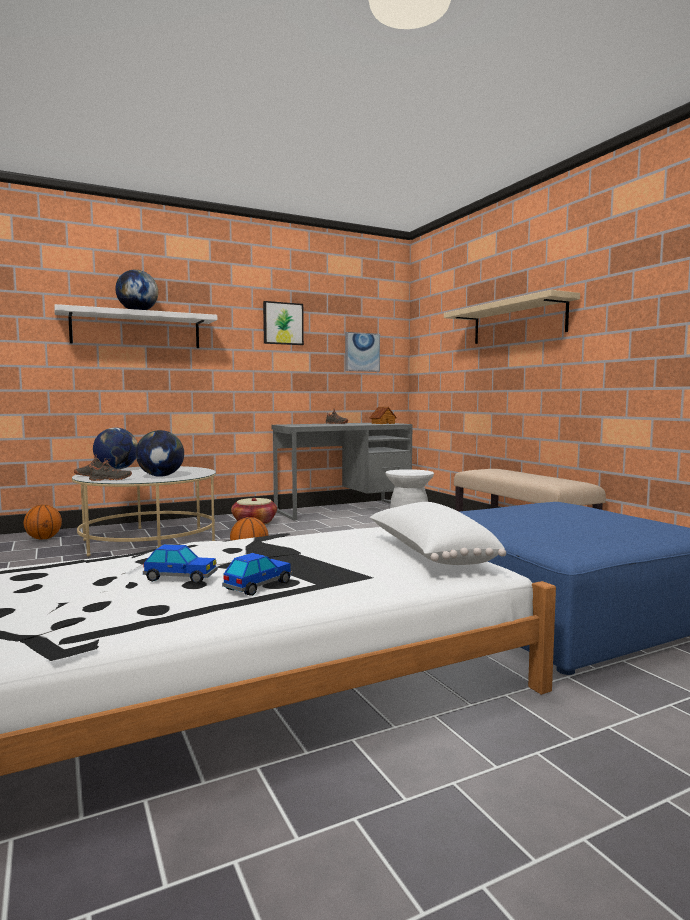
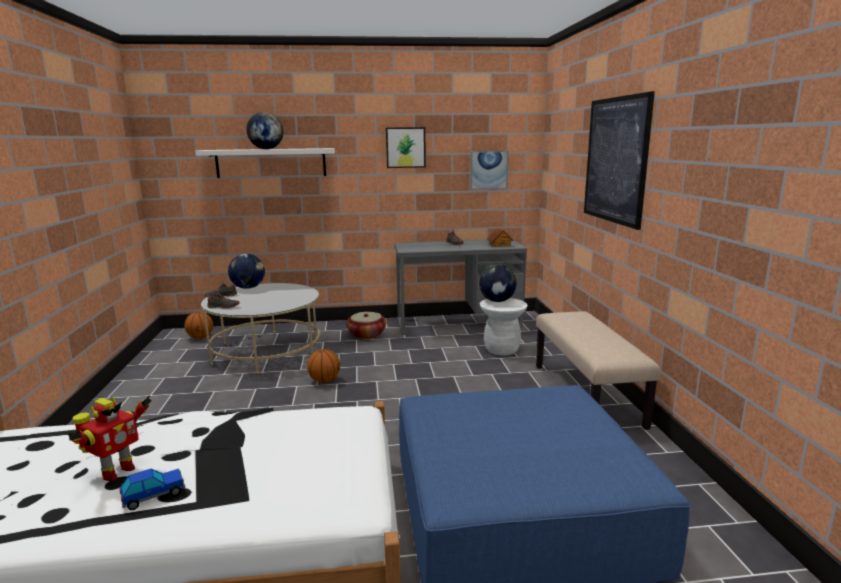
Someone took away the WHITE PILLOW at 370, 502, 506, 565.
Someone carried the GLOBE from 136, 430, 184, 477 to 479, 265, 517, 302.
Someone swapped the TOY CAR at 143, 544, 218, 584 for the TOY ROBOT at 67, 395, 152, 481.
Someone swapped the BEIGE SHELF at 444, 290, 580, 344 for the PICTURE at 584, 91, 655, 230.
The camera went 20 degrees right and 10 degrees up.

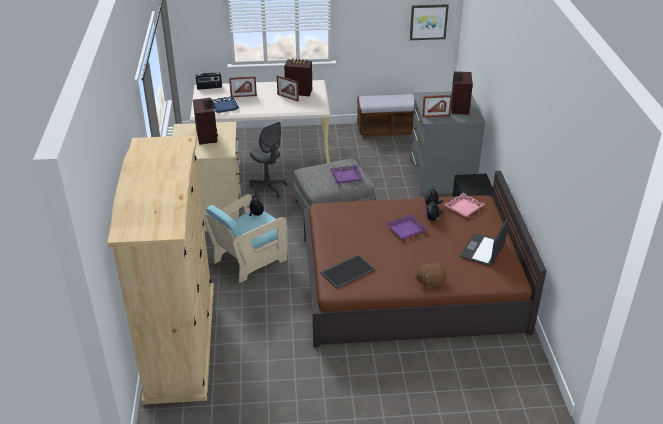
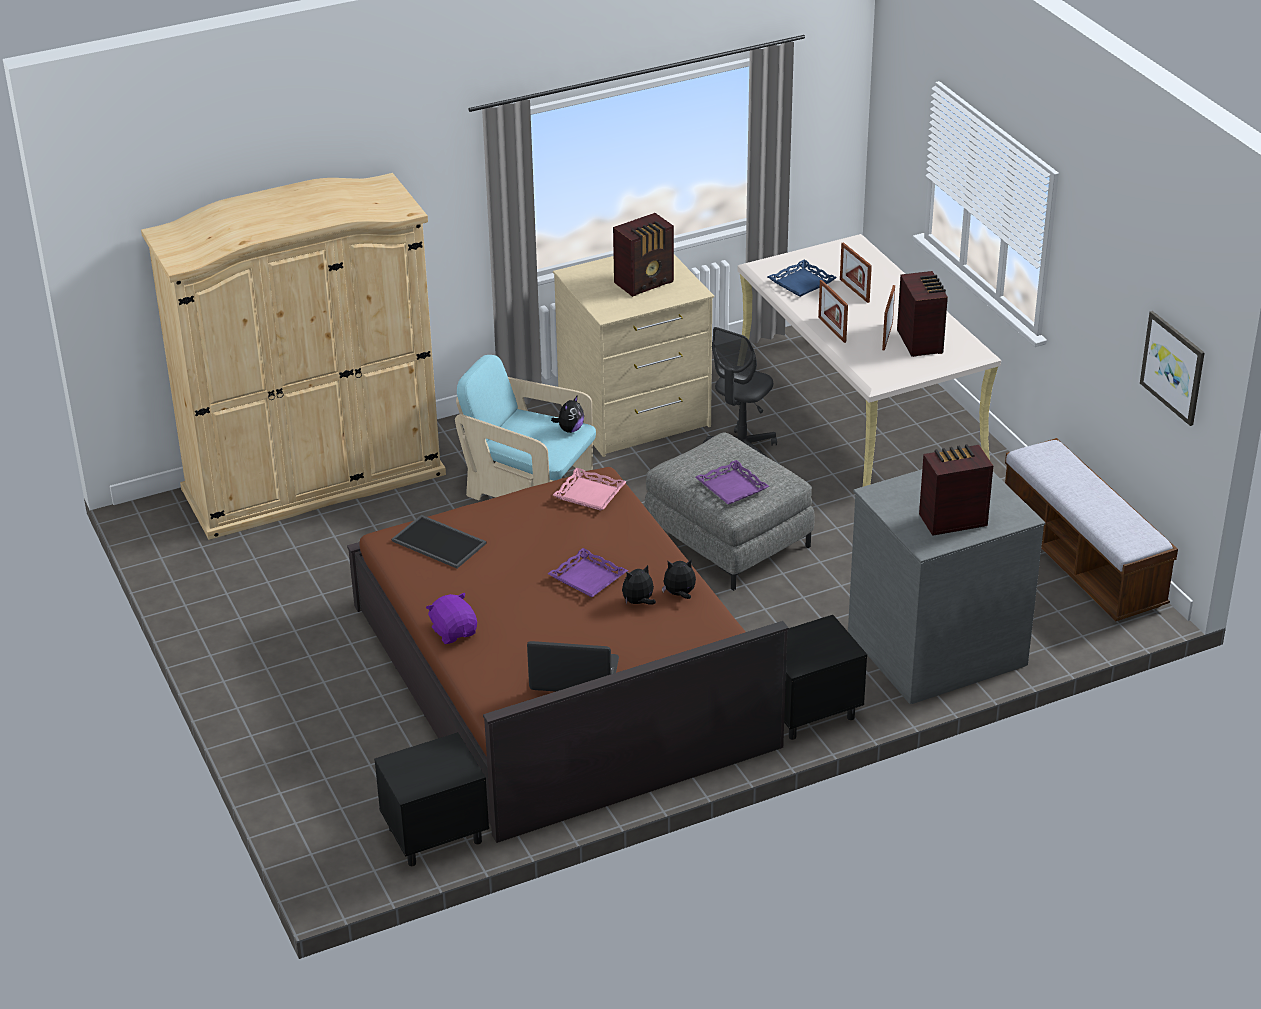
Someone took away the RADIO at 196, 72, 222, 90.
Someone put down the BLACK NIGHTSTAND at 374, 732, 489, 866.
Someone carried the PICTURE FRAME from 422, 95, 452, 117 to 818, 280, 848, 343.
Someone carried the PINK TRAY from 444, 193, 485, 217 to 553, 468, 627, 511.
Someone repainted the BROWN PLUSH TOY at 415, 262, 447, 289, which became the PURPLE PLUSH TOY at 426, 593, 477, 644.
The camera went 70 degrees right and 0 degrees up.

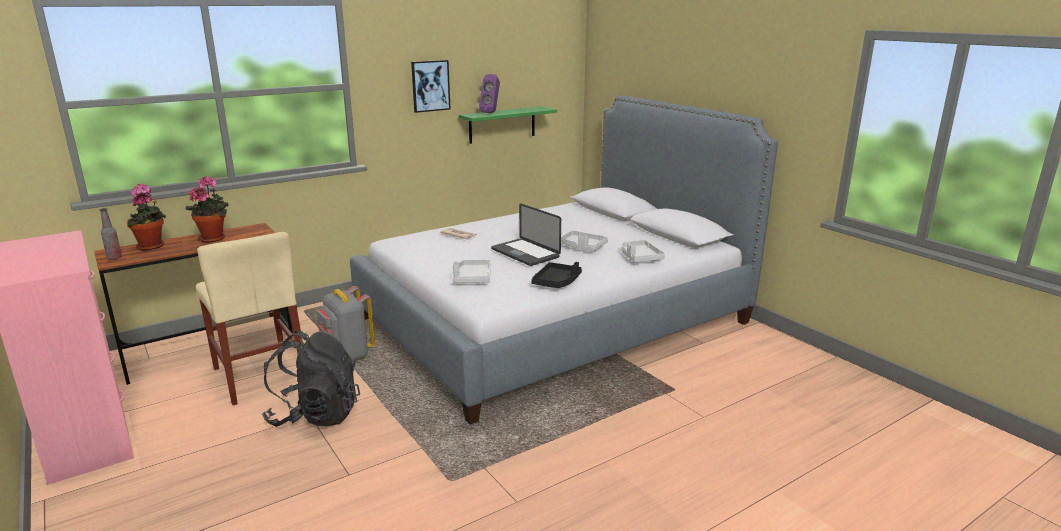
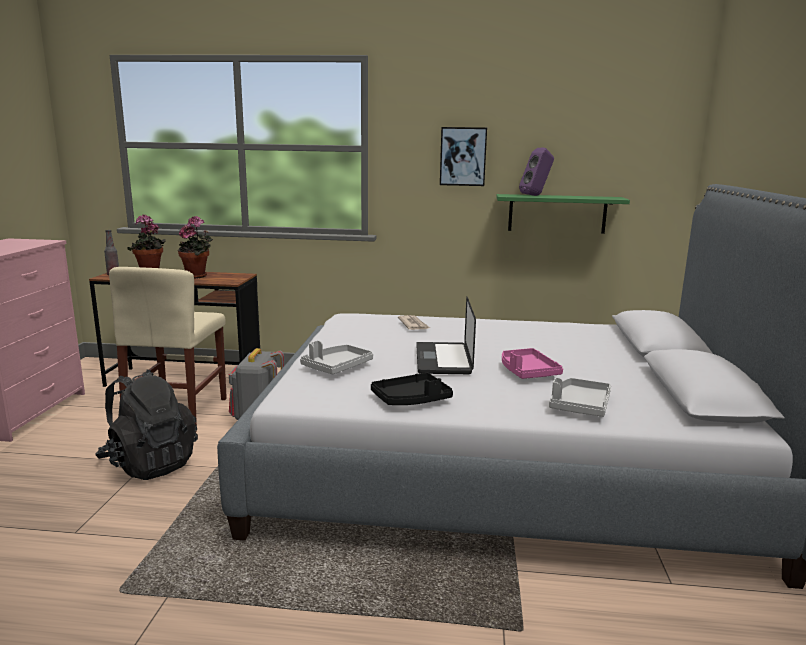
Someone repainted the GREY TRAY at 561, 230, 608, 251, which became the PINK TRAY at 502, 348, 563, 379.
The camera went 40 degrees right and 5 degrees down.

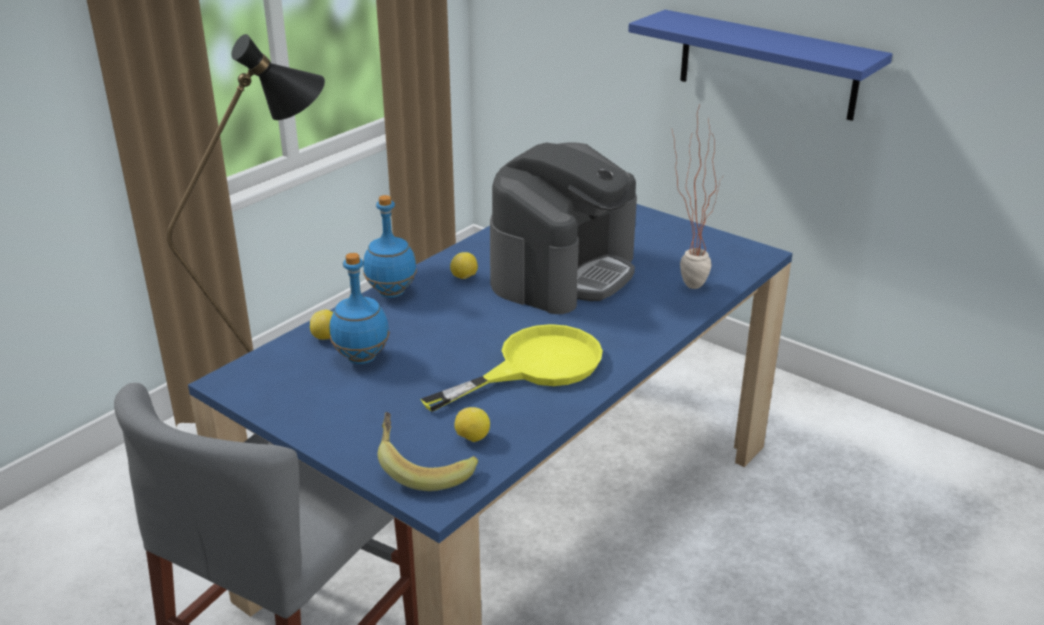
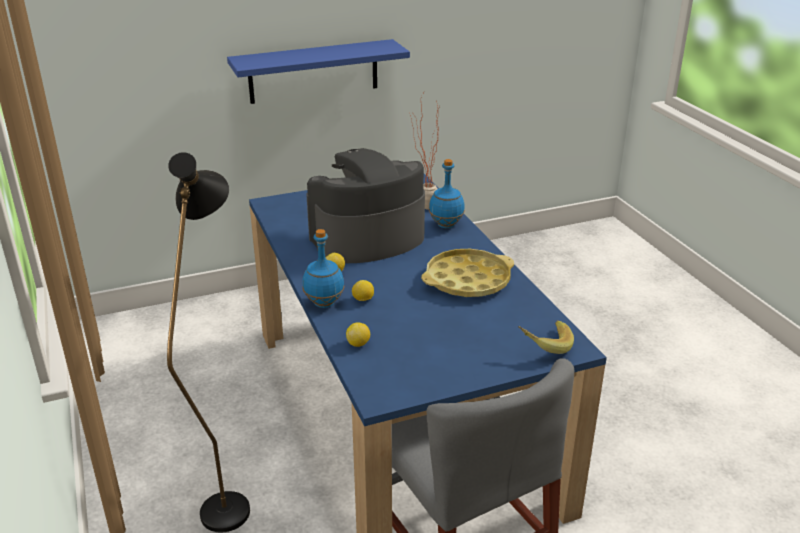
Someone carried the BLUE BOTTLE from 330, 253, 390, 364 to 429, 159, 465, 228.
Someone carried the LEMON from 454, 407, 490, 442 to 352, 280, 374, 301.
Someone swapped the YELLOW FRYING PAN at 421, 324, 603, 412 for the YELLOW TRAY at 421, 249, 514, 297.
Someone rotated the COFFEE MACHINE at 490, 142, 637, 314 by 90 degrees counterclockwise.
The camera went 60 degrees left and 0 degrees up.

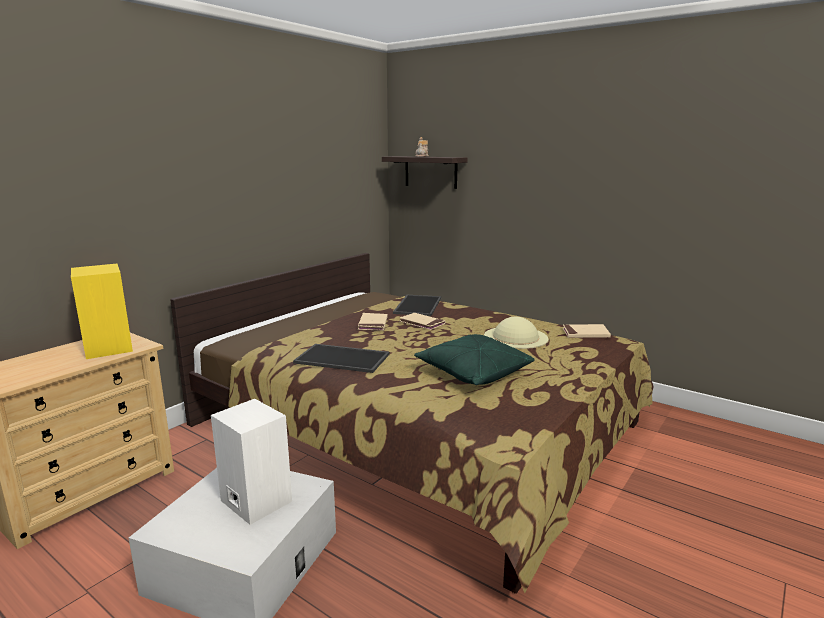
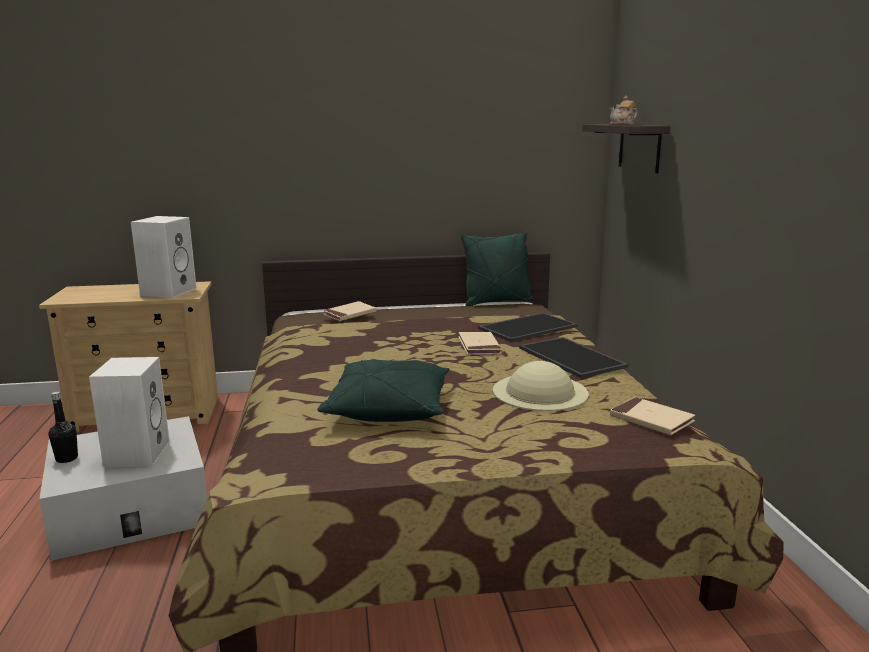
Someone put down the BLACK BOTTLE at 48, 392, 78, 463.
Someone put down the GREEN PILLOW at 461, 232, 533, 306.
Someone carried the TRAY from 293, 344, 390, 373 to 519, 337, 628, 378.
Someone carried the BEIGE BOOK from 358, 313, 388, 331 to 323, 301, 376, 321.
Someone repainted the YELLOW SPEAKER at 71, 264, 133, 359, which became the WHITE SPEAKER at 131, 216, 196, 298.
The camera went 45 degrees right and 0 degrees up.

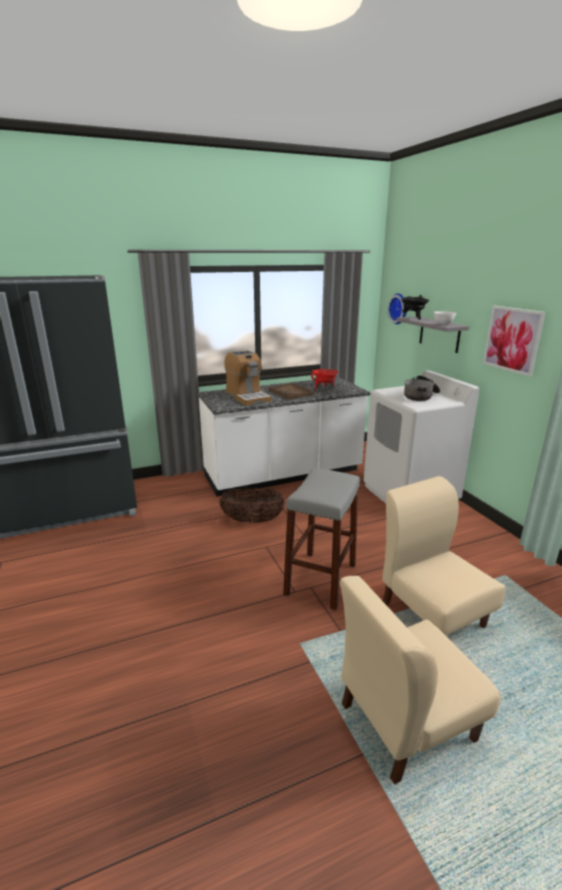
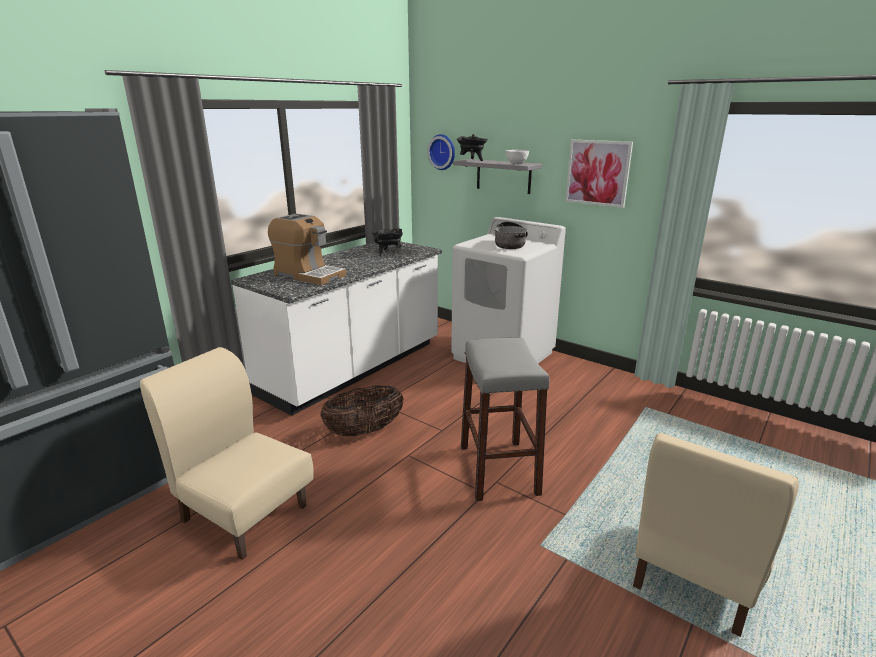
Someone took away the BROWN TRAY at 269, 383, 314, 400.
Someone carried the BEIGE CHAIR from 382, 476, 506, 635 to 140, 347, 314, 560.
Someone repainted the RED COOKING POT at 311, 369, 338, 390, which became the BLACK COOKING POT at 372, 229, 403, 256.
The camera went 30 degrees left and 0 degrees up.

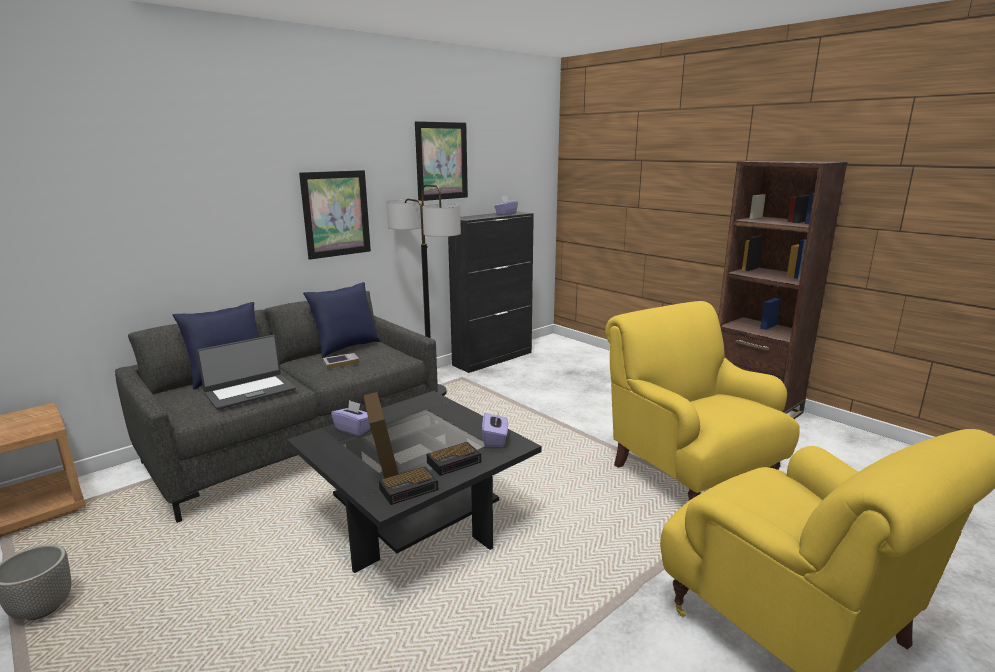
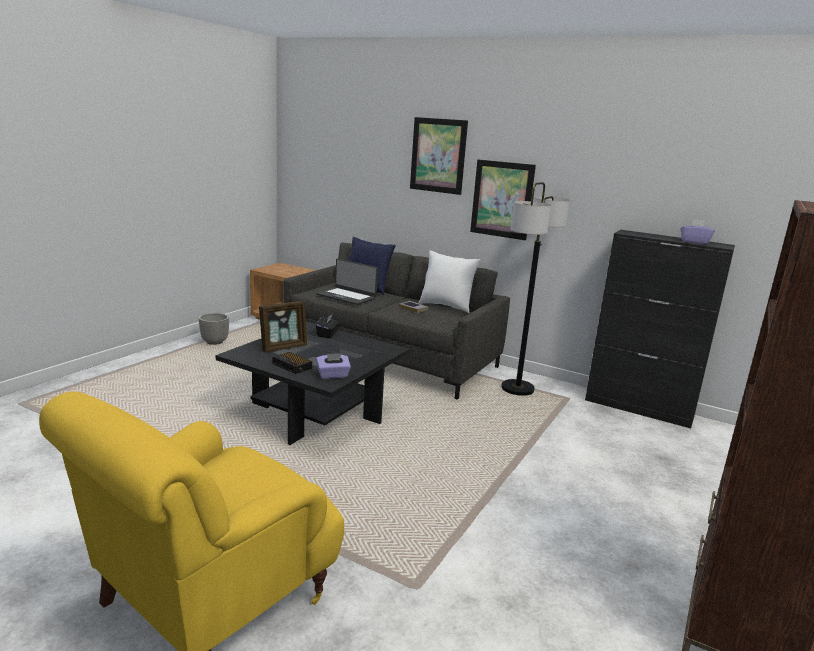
Someone took away the ALARM CLOCK at 379, 466, 438, 505.
Someone took away the YELLOW ARMCHAIR at 605, 301, 800, 501.
Someone carried the PICTURE from 415, 121, 468, 201 to 410, 117, 468, 195.
Someone repainted the BLUE PILLOW at 303, 282, 381, 358, which became the WHITE PILLOW at 419, 251, 480, 313.
Someone repainted the PURPLE TISSUE BOX at 331, 400, 371, 436, which became the BLACK TISSUE BOX at 316, 314, 339, 338.
The camera went 70 degrees right and 0 degrees up.

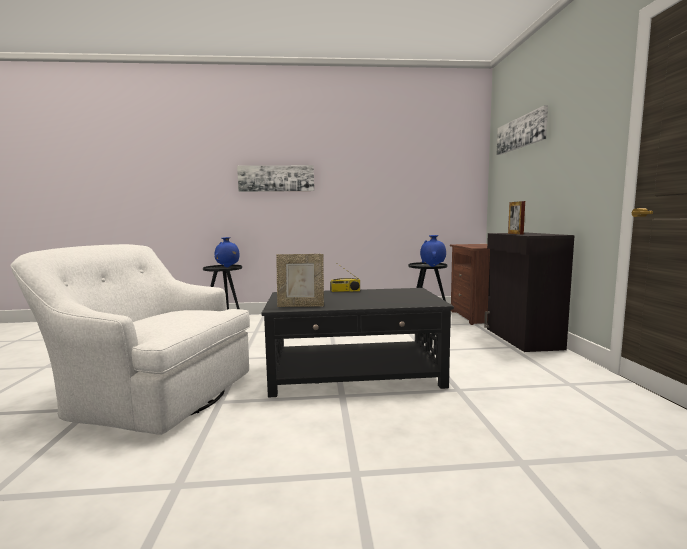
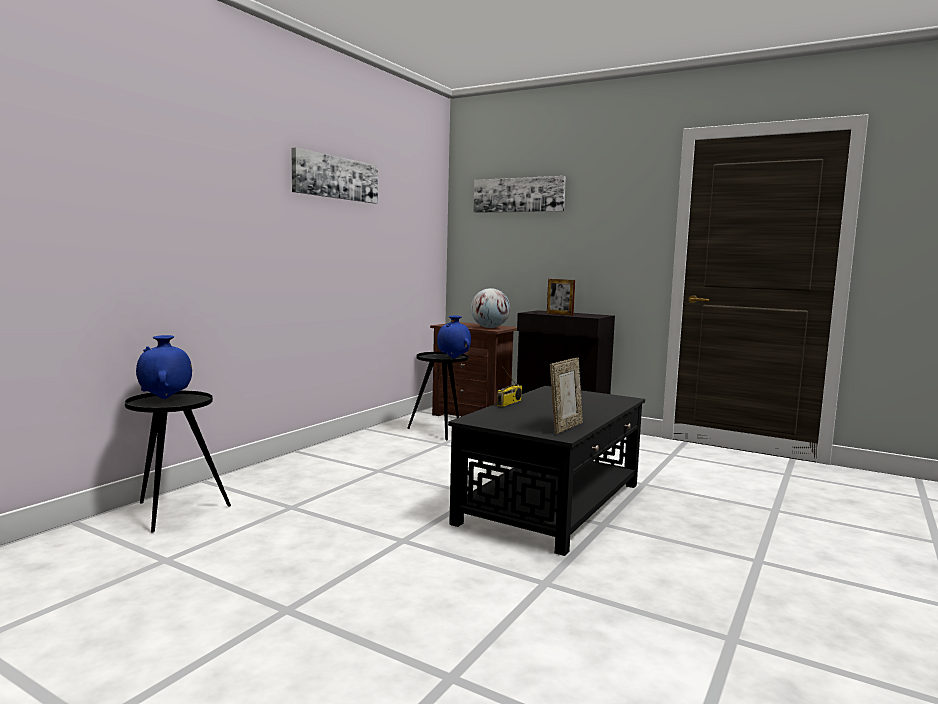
Someone took away the WHITE ARMCHAIR at 10, 244, 250, 435.
Someone put down the GLOBE at 471, 288, 510, 328.
Someone carried the PICTURE from 237, 165, 314, 192 to 291, 148, 378, 203.
The camera went 55 degrees left and 0 degrees up.

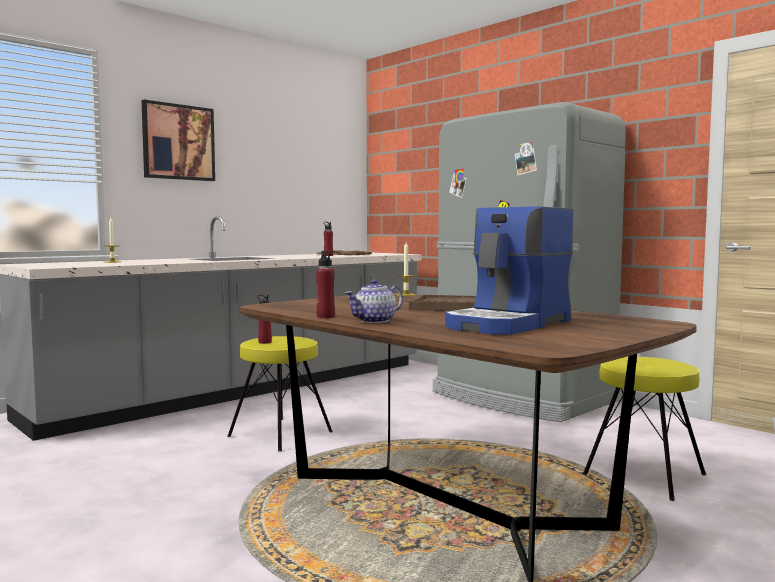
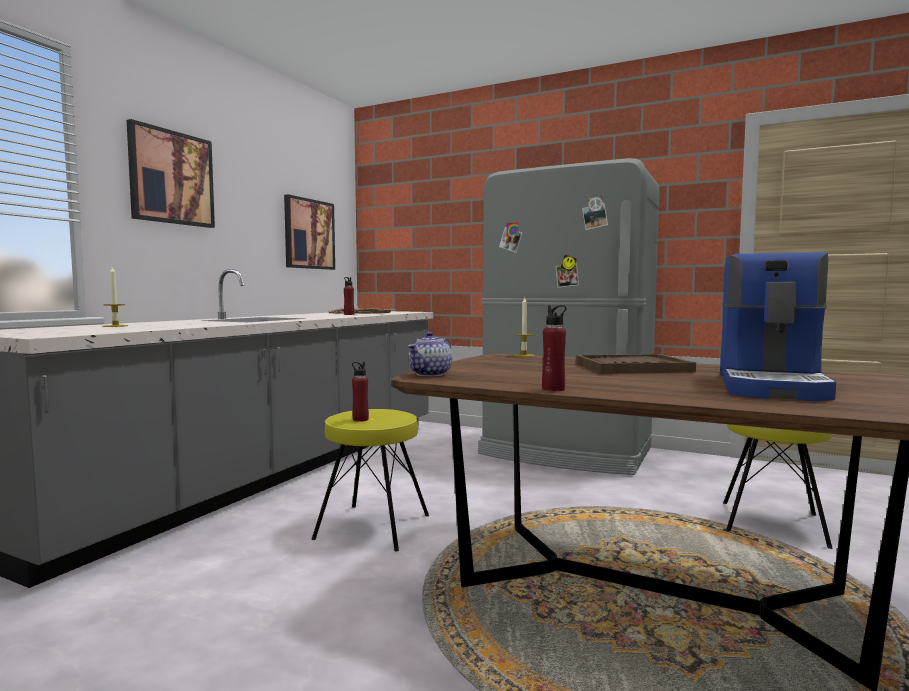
Someone put up the PICTURE at 284, 194, 335, 270.
Someone carried the TEAPOT from 345, 280, 403, 323 to 408, 332, 452, 376.
The camera went 20 degrees left and 0 degrees up.

